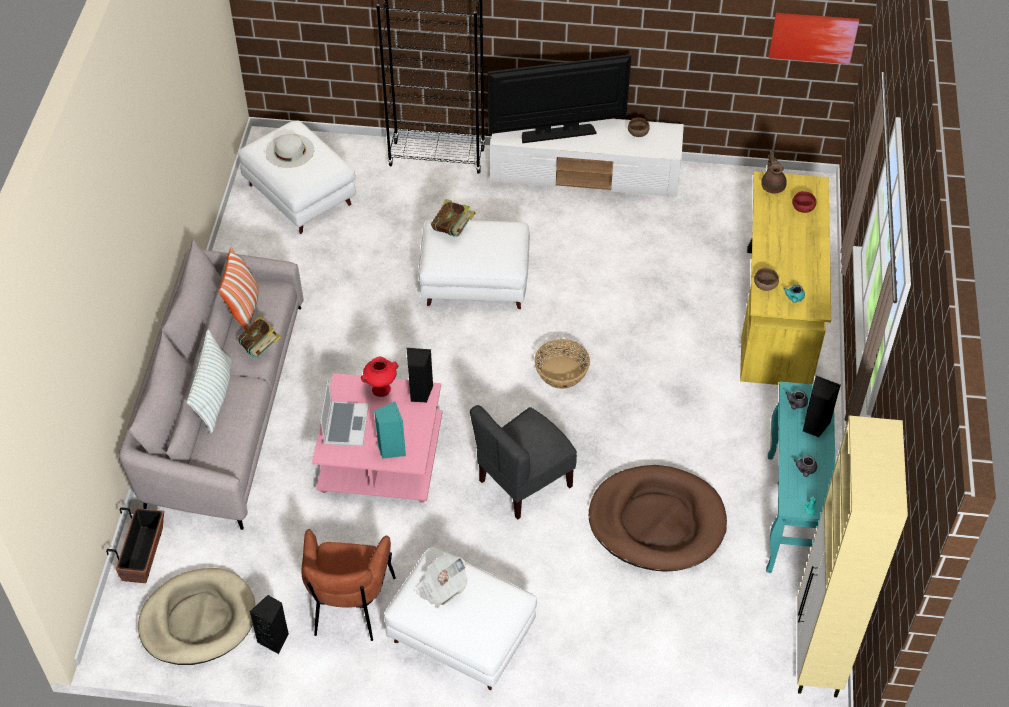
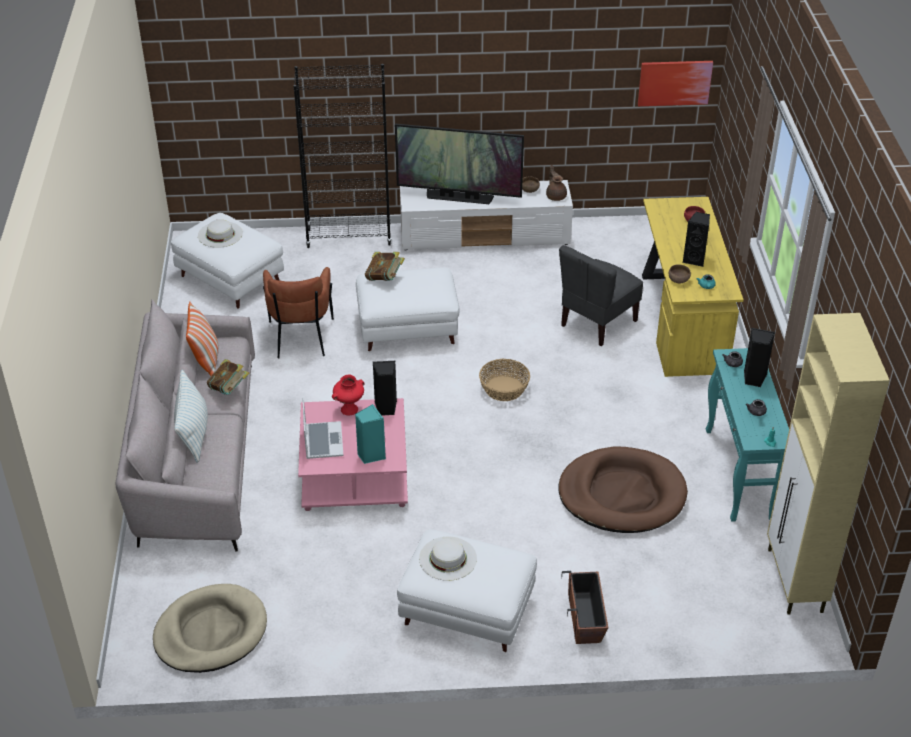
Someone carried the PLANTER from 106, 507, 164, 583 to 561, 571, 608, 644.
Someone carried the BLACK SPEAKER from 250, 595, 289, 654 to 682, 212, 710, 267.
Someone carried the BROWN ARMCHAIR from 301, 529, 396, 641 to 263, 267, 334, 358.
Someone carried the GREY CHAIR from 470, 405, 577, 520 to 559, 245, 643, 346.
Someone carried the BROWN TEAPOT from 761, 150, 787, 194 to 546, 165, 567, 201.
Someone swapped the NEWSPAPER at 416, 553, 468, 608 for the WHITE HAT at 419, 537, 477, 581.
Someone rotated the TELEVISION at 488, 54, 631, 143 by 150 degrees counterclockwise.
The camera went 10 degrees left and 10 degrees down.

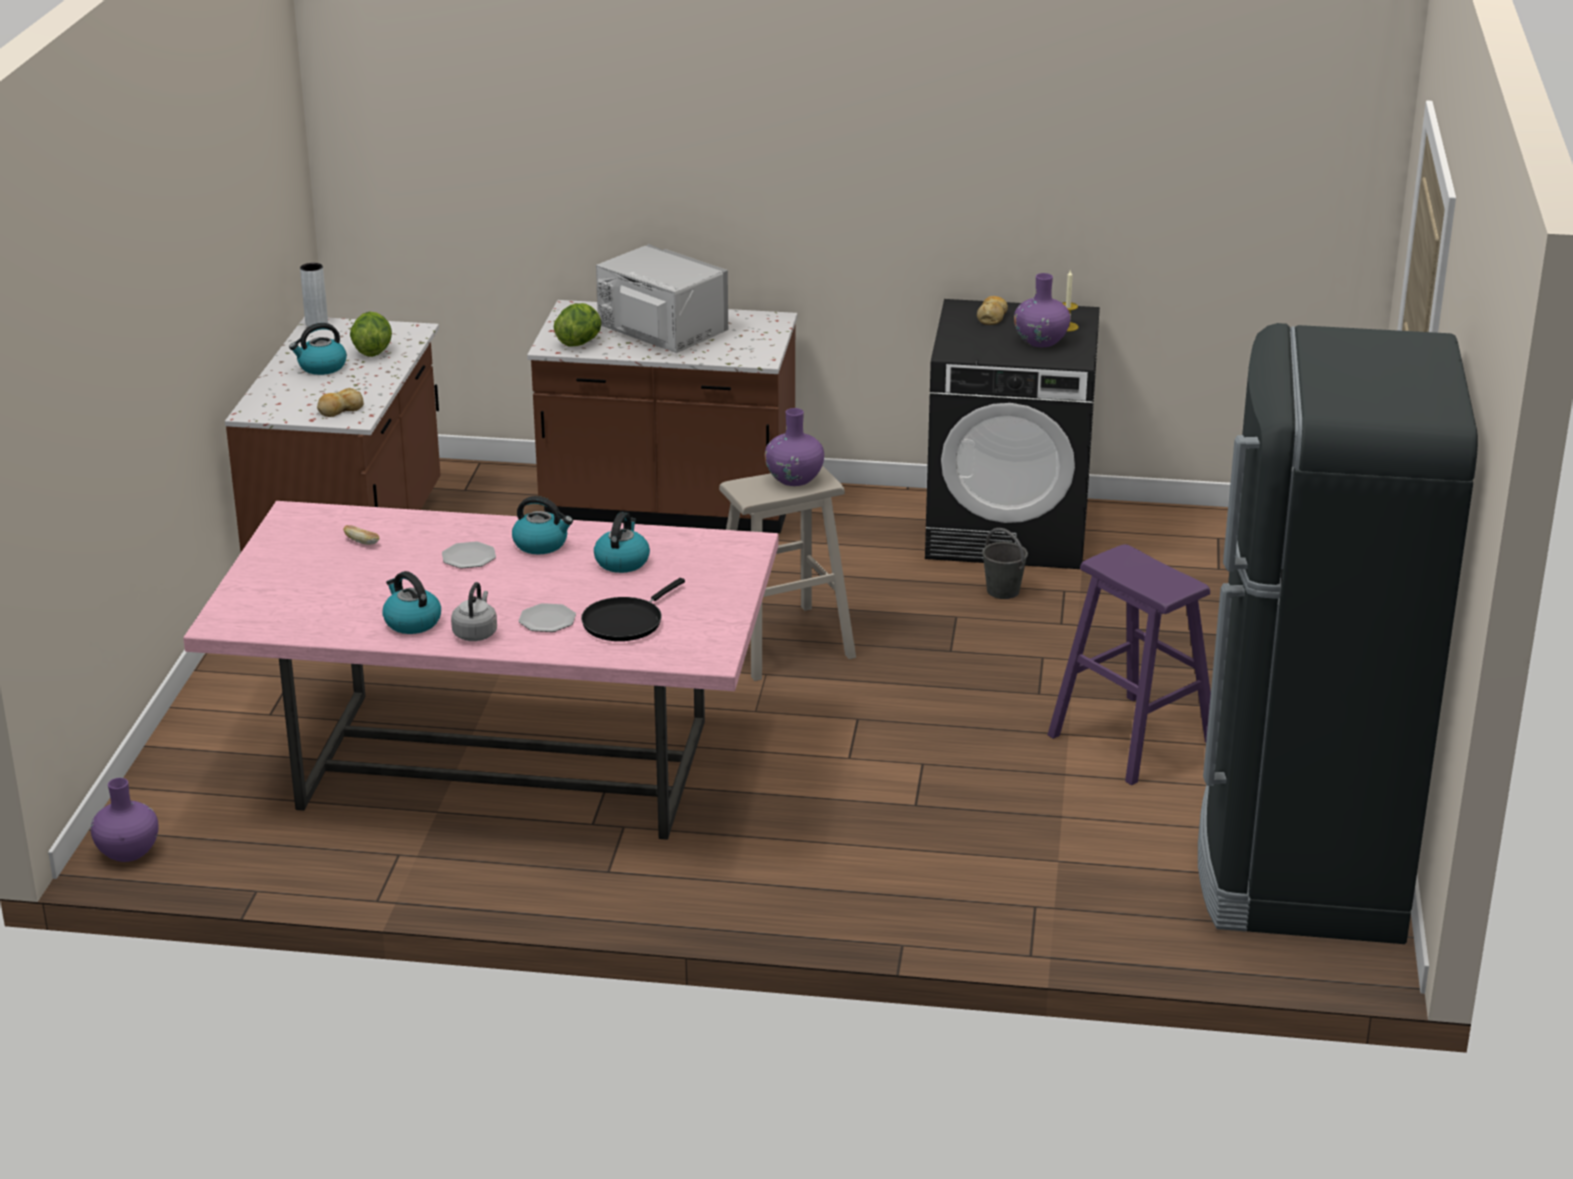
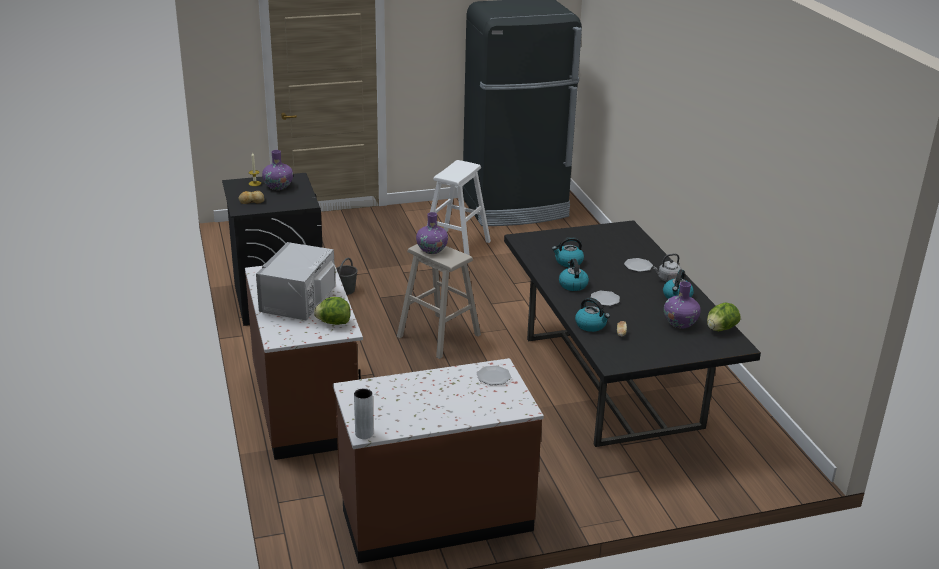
Someone took away the BLACK FRYING PAN at 581, 578, 685, 641.
Someone carried the PURPLE VASE from 91, 778, 159, 862 to 664, 281, 701, 328.
Someone carried the KETTLE from 289, 323, 347, 375 to 575, 297, 610, 332.
Someone carried the LETTUCE from 350, 311, 392, 357 to 707, 303, 741, 331.
Someone swapped the BREAD at 317, 387, 364, 417 for the PLATE at 477, 366, 511, 385.
Someone repainted the PINK DINING TABLE at 183, 501, 778, 840, which became the BLACK DINING TABLE at 504, 220, 761, 447.
Someone repainted the PURPLE STOOL at 1047, 544, 1211, 785, which became the WHITE STOOL at 427, 160, 491, 255.
The camera went 115 degrees left and 0 degrees up.

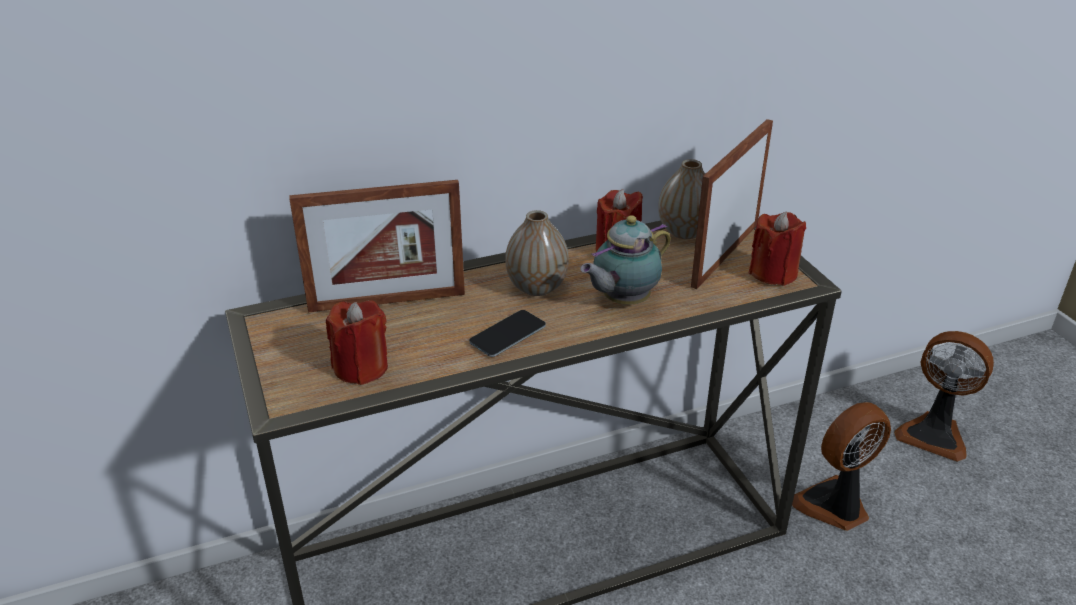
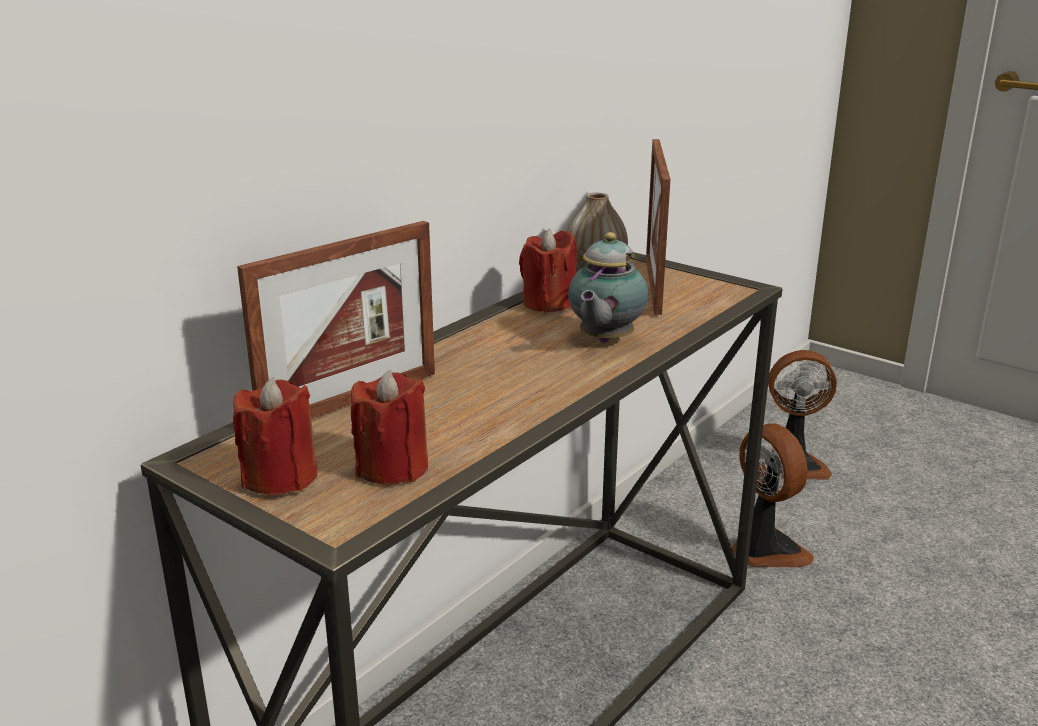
Someone took away the PHONE at 469, 310, 546, 357.
Someone took away the VASE at 505, 210, 569, 296.
Someone carried the RED CANDLE from 749, 212, 806, 286 to 233, 377, 317, 495.
Someone rotated the FAN at 792, 402, 891, 531 by 120 degrees clockwise.
The camera went 30 degrees left and 10 degrees down.

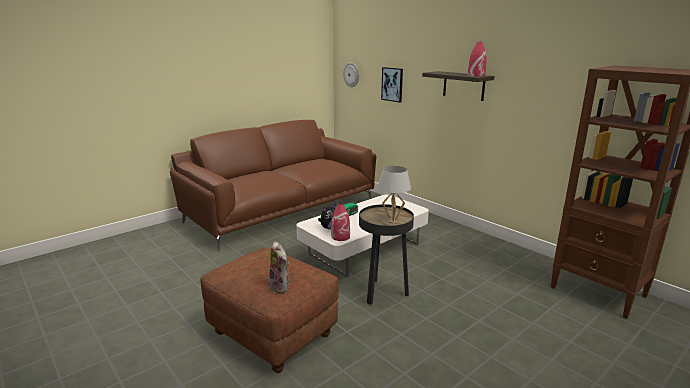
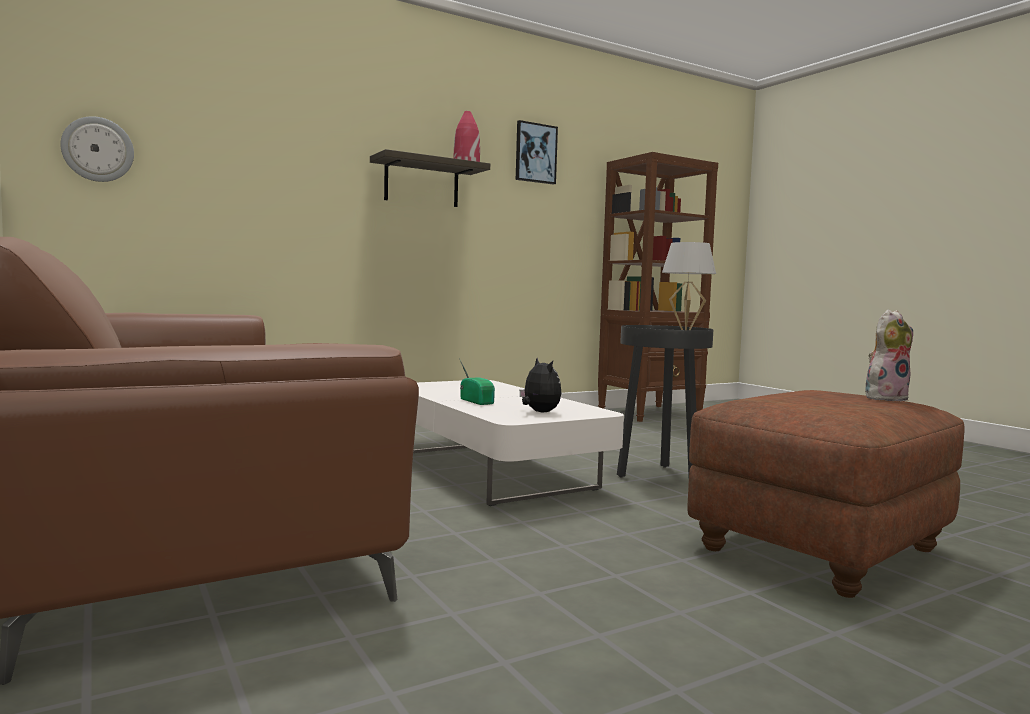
Someone took away the RED VASE at 331, 203, 350, 241.
Someone carried the PICTURE from 381, 67, 403, 103 to 516, 120, 558, 185.
The camera went 80 degrees left and 15 degrees down.

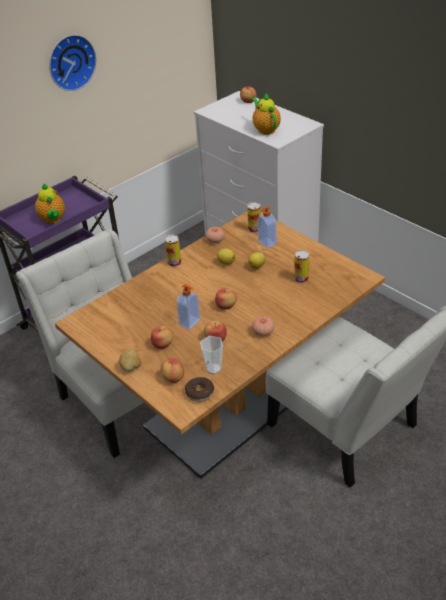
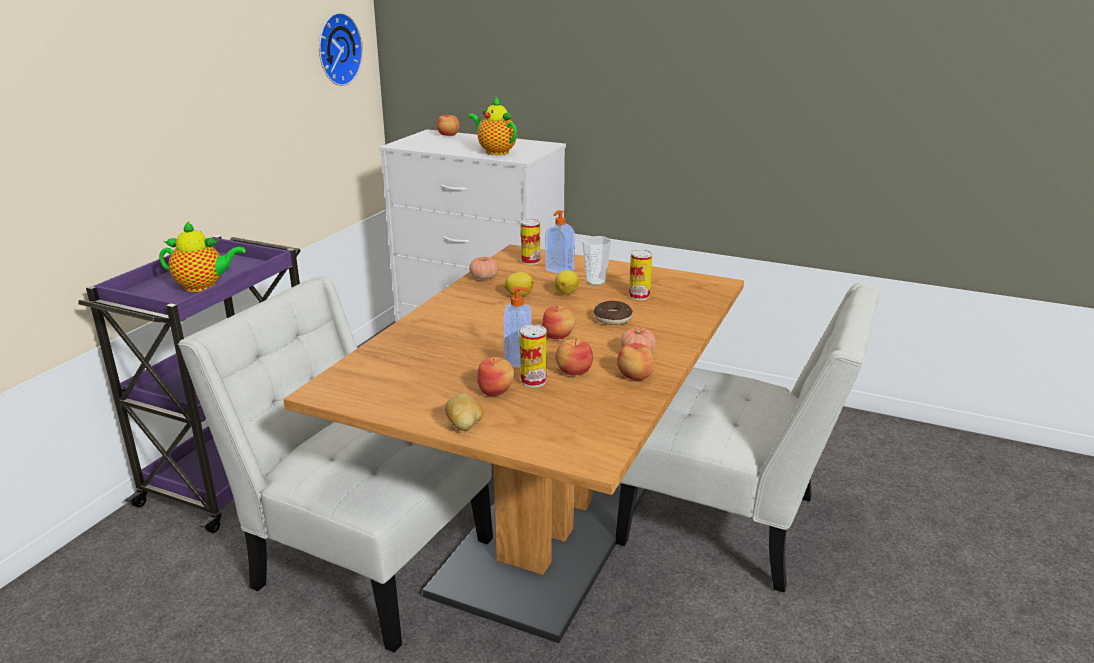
Someone carried the WALL CLOCK from 49, 35, 96, 91 to 319, 12, 363, 86.
Someone carried the APPLE from 161, 358, 184, 383 to 617, 342, 655, 380.
Someone carried the CAN from 165, 235, 181, 267 to 520, 325, 547, 387.
Someone carried the DONUT from 185, 377, 214, 402 to 594, 301, 633, 325.
Someone carried the CUP from 200, 336, 223, 375 to 582, 236, 612, 285.
Someone rotated the TEAPOT at 35, 184, 65, 224 by 45 degrees counterclockwise.
The camera went 25 degrees left and 15 degrees down.

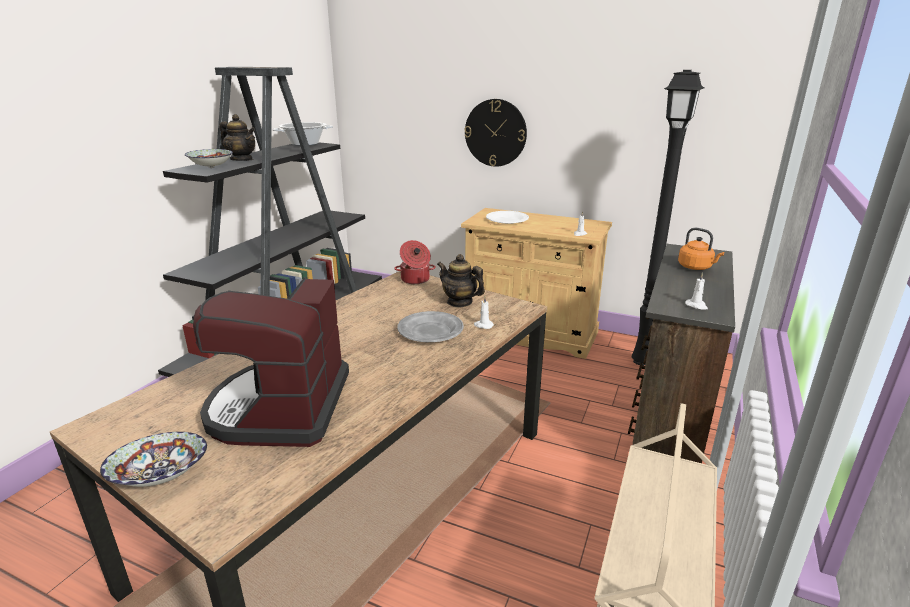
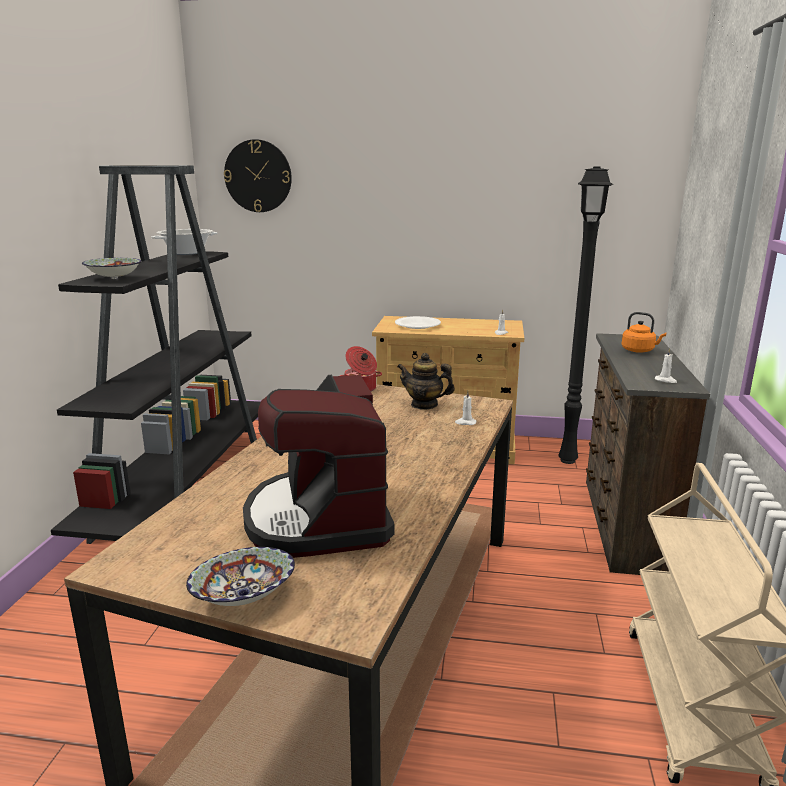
Someone took away the TEAPOT at 219, 114, 255, 161.
Someone took away the GREY PLATE at 397, 311, 464, 342.
Someone carried the WALL CLOCK from 464, 99, 527, 167 to 224, 139, 292, 212.
The camera went 15 degrees left and 5 degrees down.

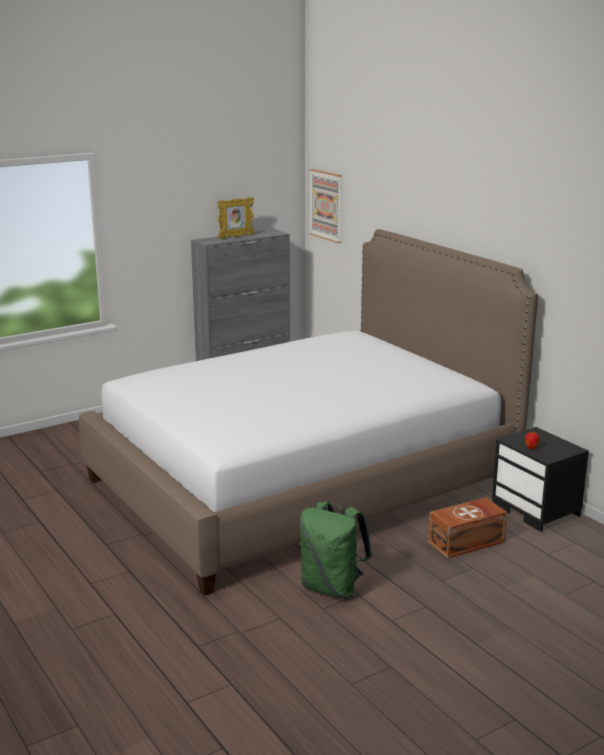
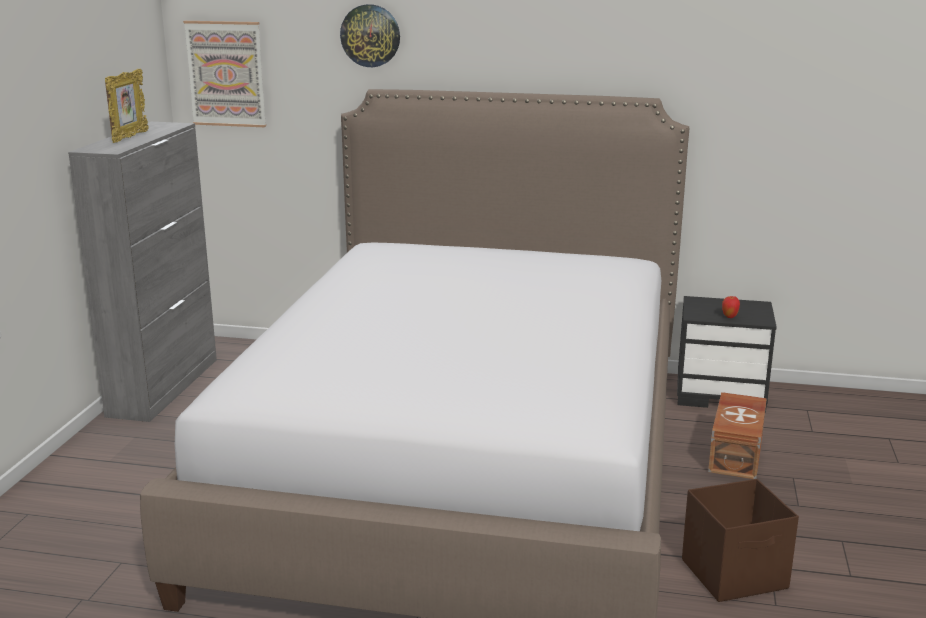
Someone put up the WALL CLOCK at 340, 4, 400, 67.
Someone swapped the GREEN BACKPACK at 299, 501, 372, 599 for the BROWN STORAGE BOX at 682, 479, 799, 602.
The camera went 45 degrees left and 0 degrees up.

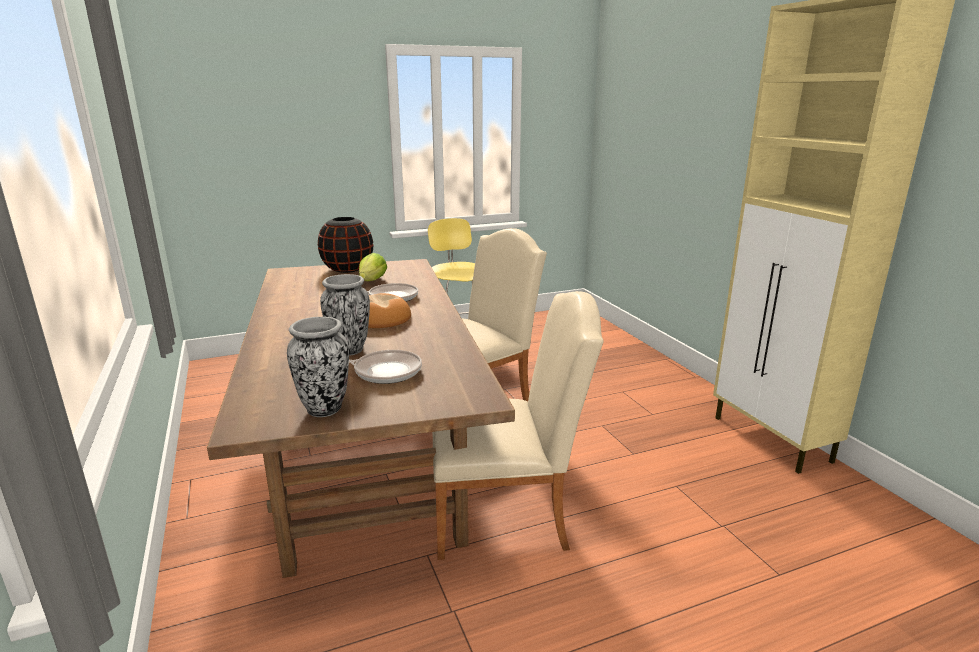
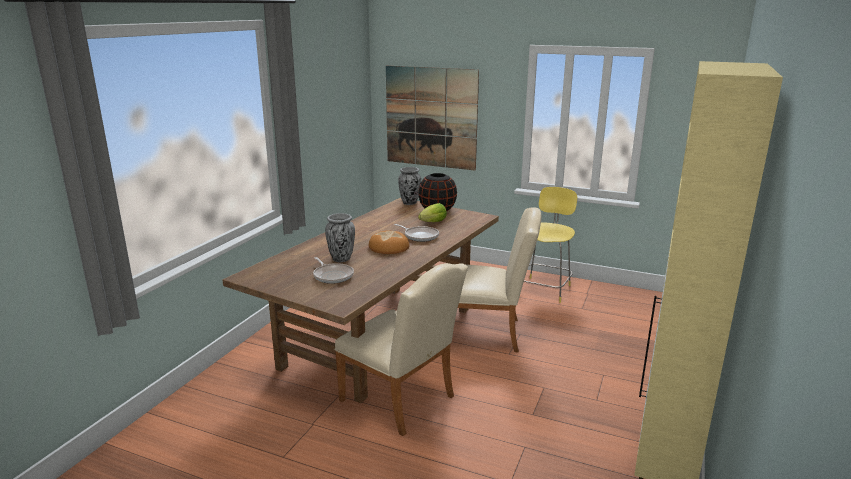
Someone put up the PICTURE at 386, 66, 479, 170.
Someone carried the VASE from 287, 317, 349, 417 to 398, 167, 421, 205.
The camera went 45 degrees right and 0 degrees up.

